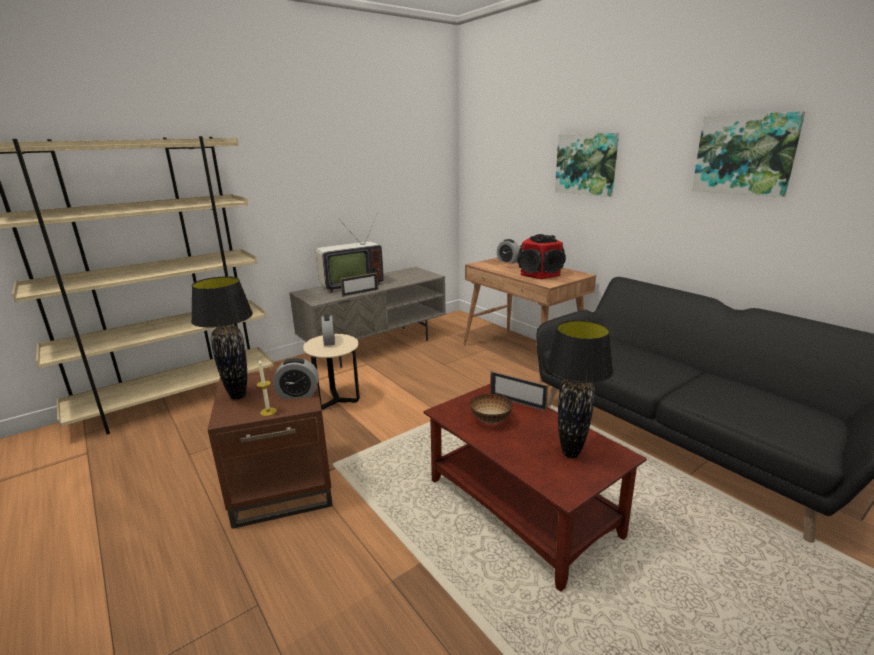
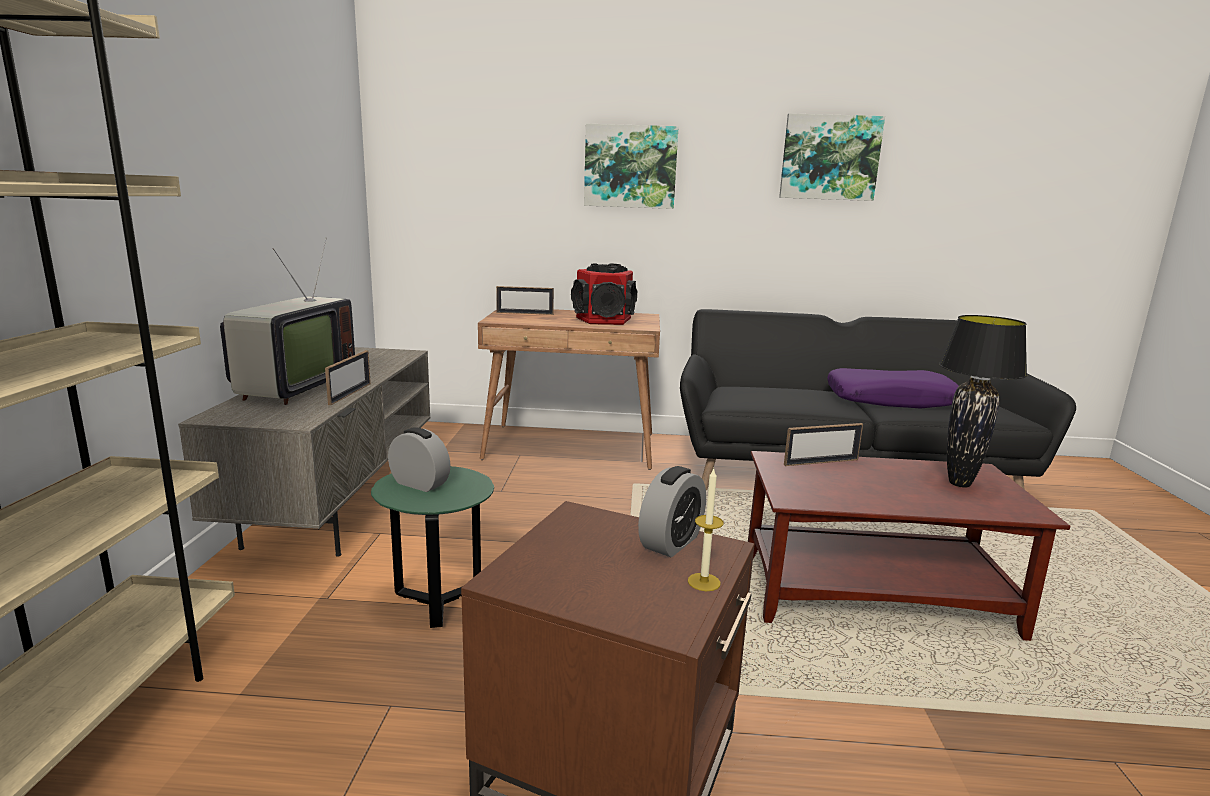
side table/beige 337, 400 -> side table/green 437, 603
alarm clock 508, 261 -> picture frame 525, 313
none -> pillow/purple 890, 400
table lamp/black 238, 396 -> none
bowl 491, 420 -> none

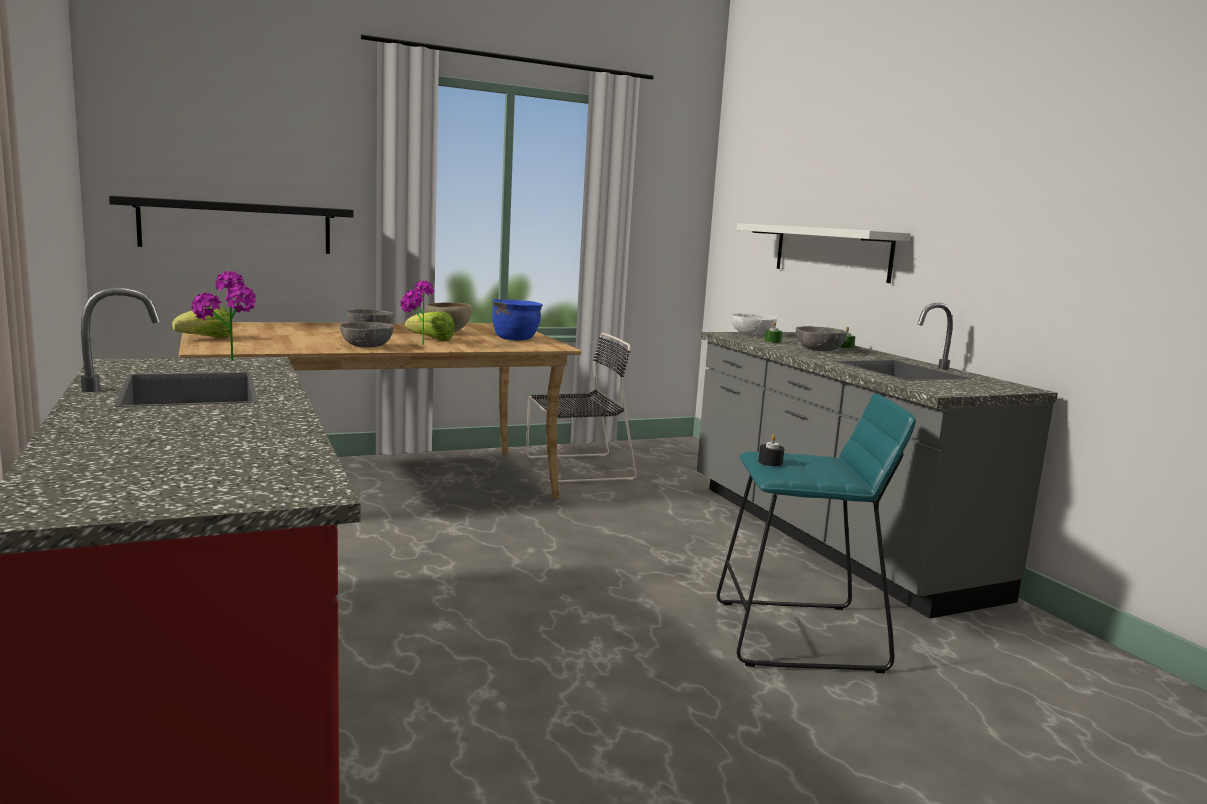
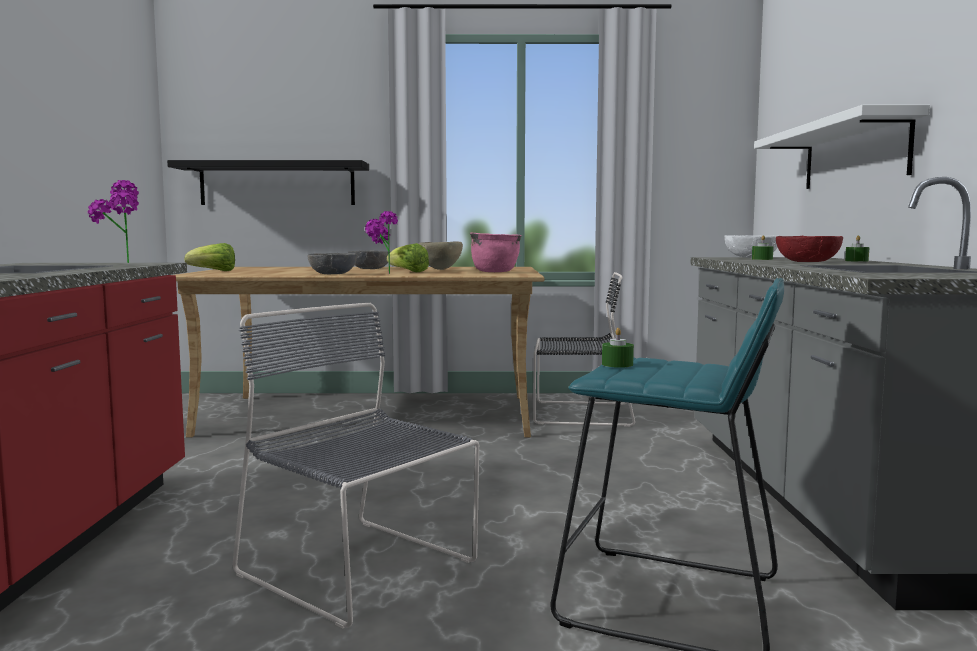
none -> chair/grey 362, 570
cooking pot/blue 515, 339 -> cooking pot/pink 495, 272
candle/black 770, 462 -> candle/green 617, 364
bowl/grey 819, 350 -> bowl/red 807, 262

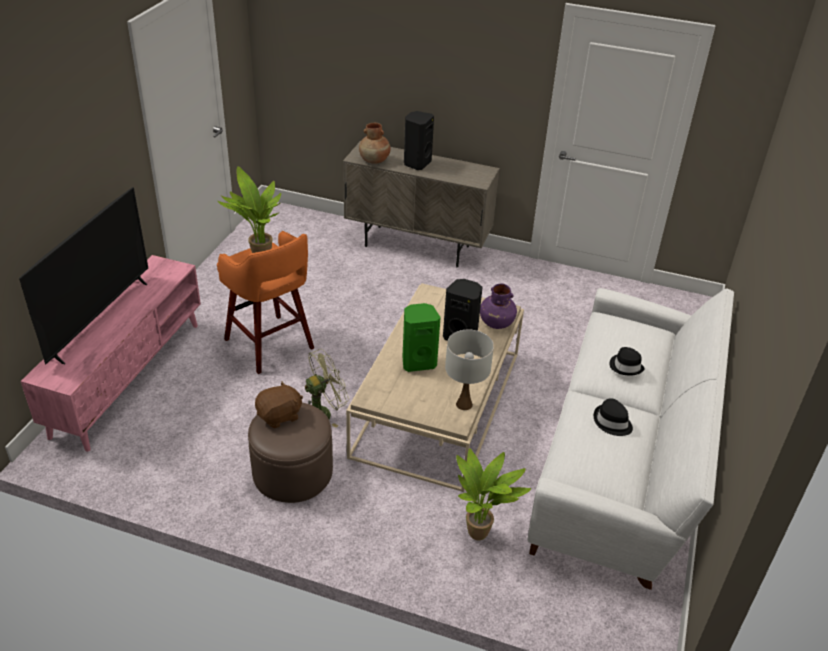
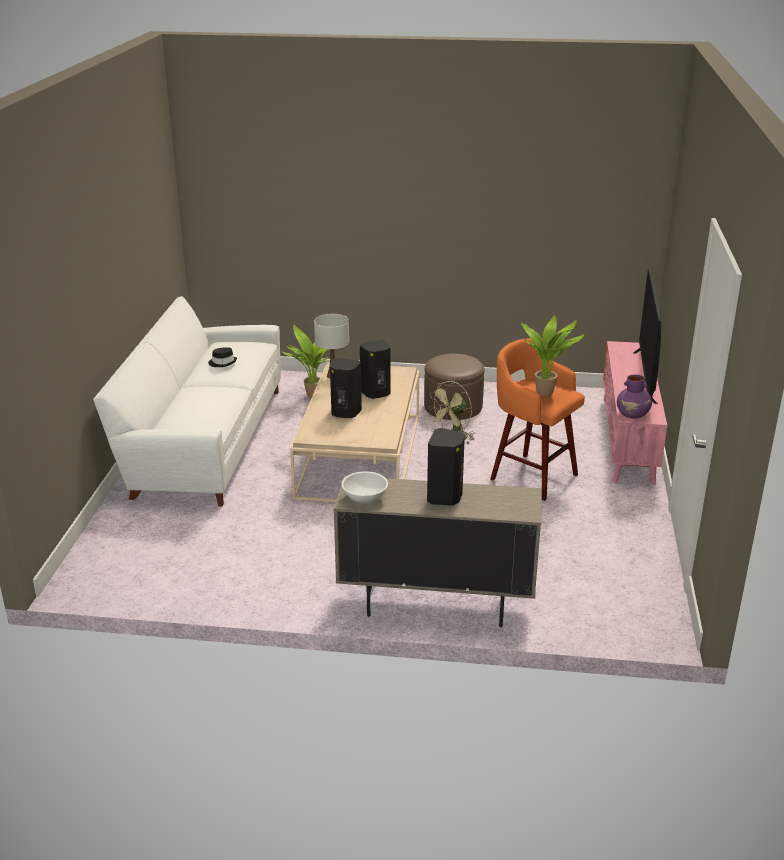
none -> bowl/white 365, 498
speaker/green 418, 362 -> speaker/black 376, 393
vase/purple 496, 322 -> vase/purple 632, 415, relocated
plush toy/brown 279, 416 -> none
vase/brown 374, 160 -> none
hat/black 626, 366 -> none

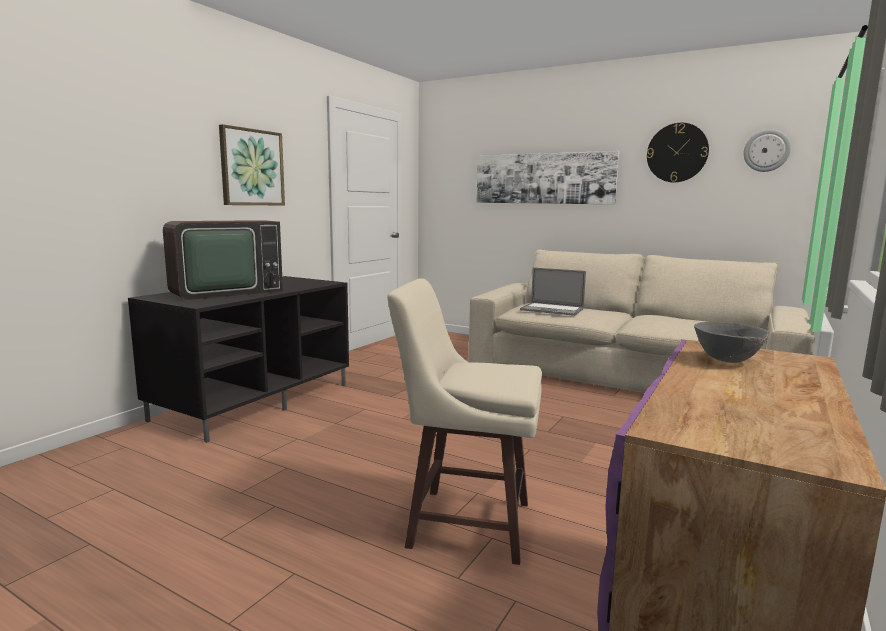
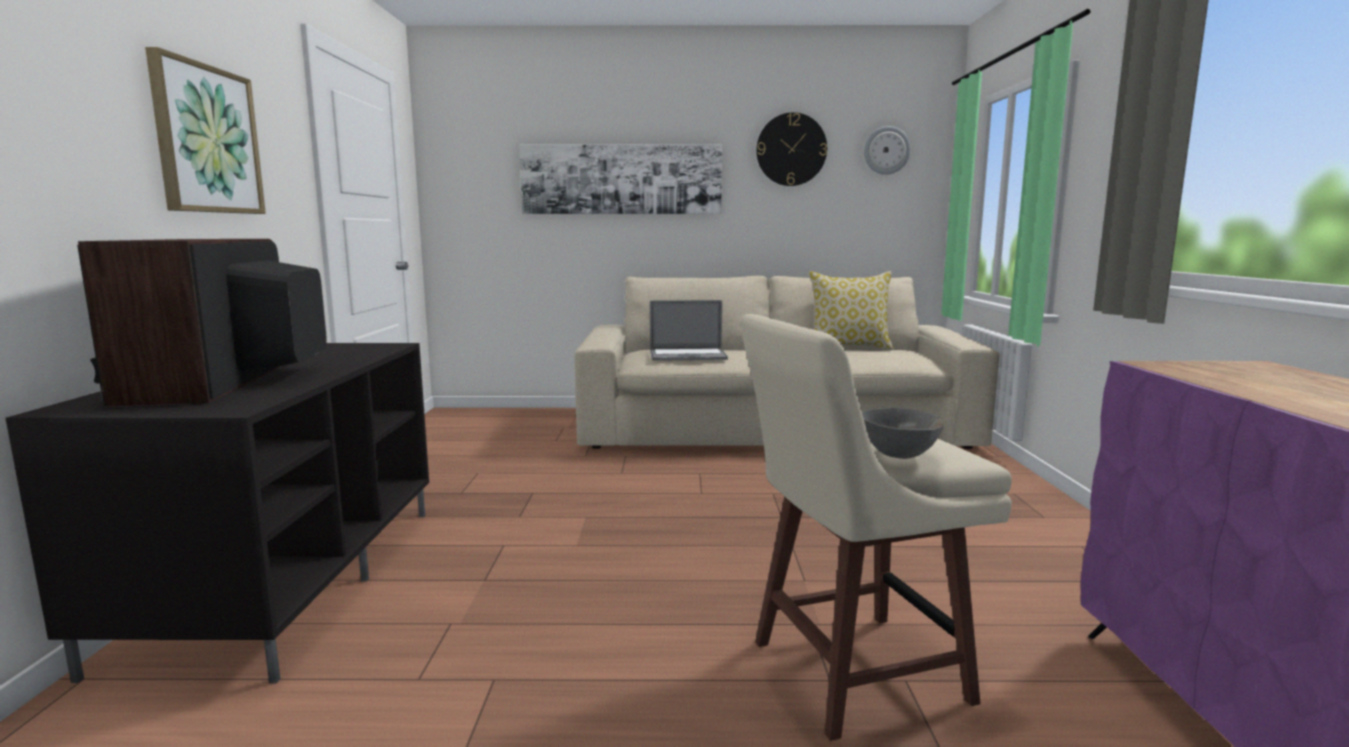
television 223, 292 -> television 225, 381, 150 degrees clockwise
none -> pillow 849, 347
bowl/grey 727, 361 -> bowl/grey 900, 456, relocated

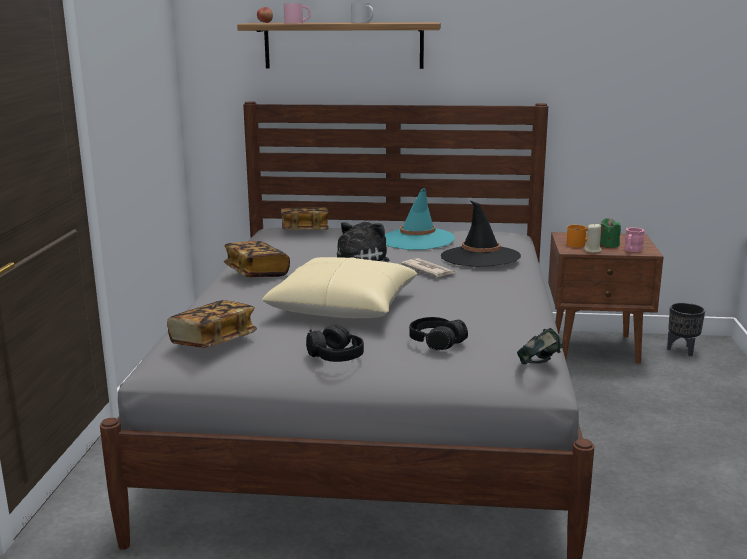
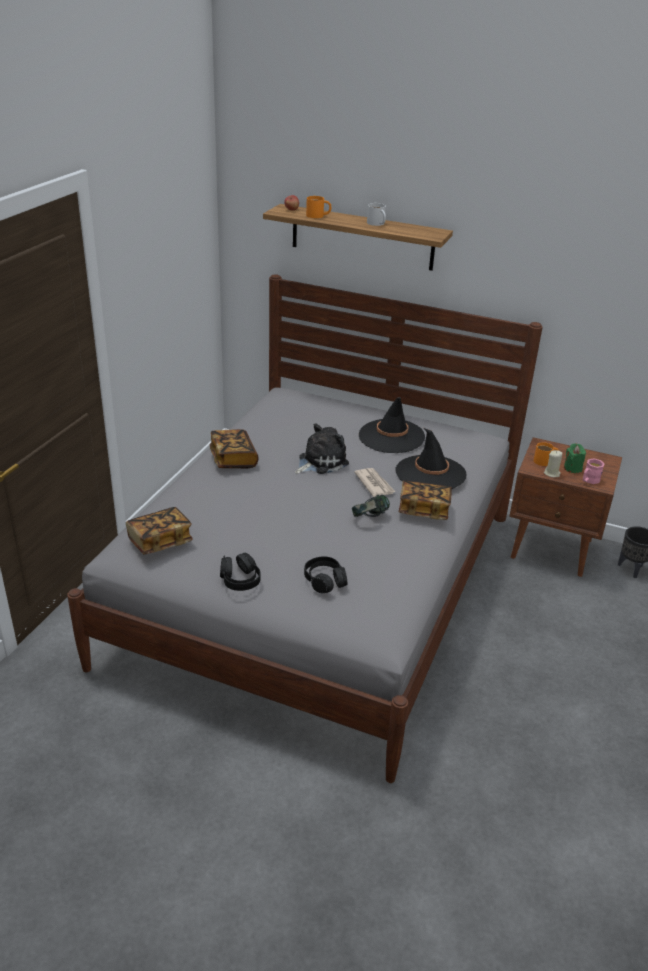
mug/pink 297, 23 -> mug/orange 318, 216
headphones 539, 365 -> headphones 370, 518, relocated
hat/turquoise 417, 240 -> hat/black 391, 436
book 305, 231 -> book 423, 510, relocated
pillow/beige 343, 307 -> none

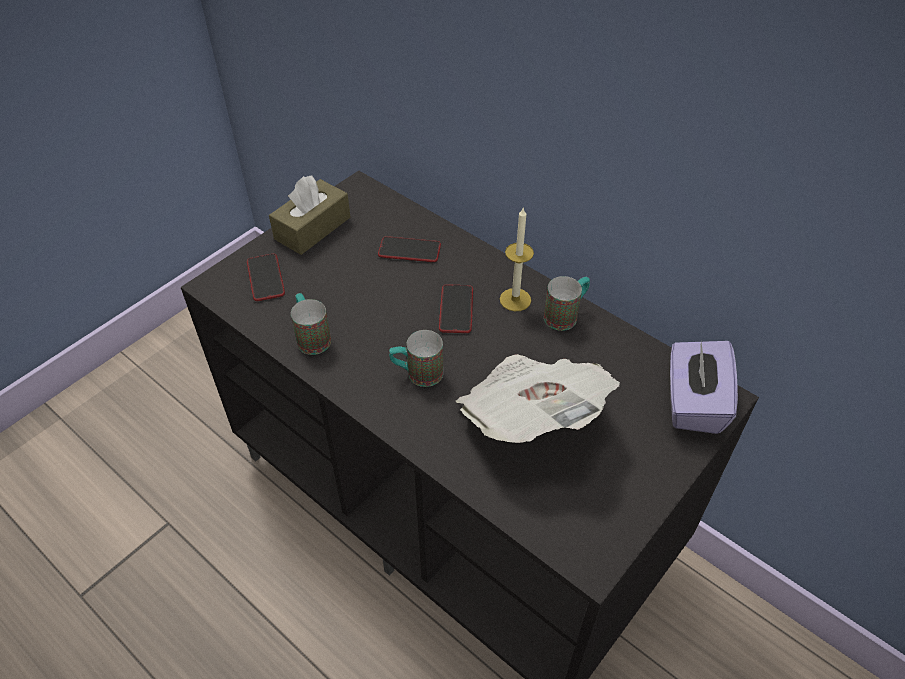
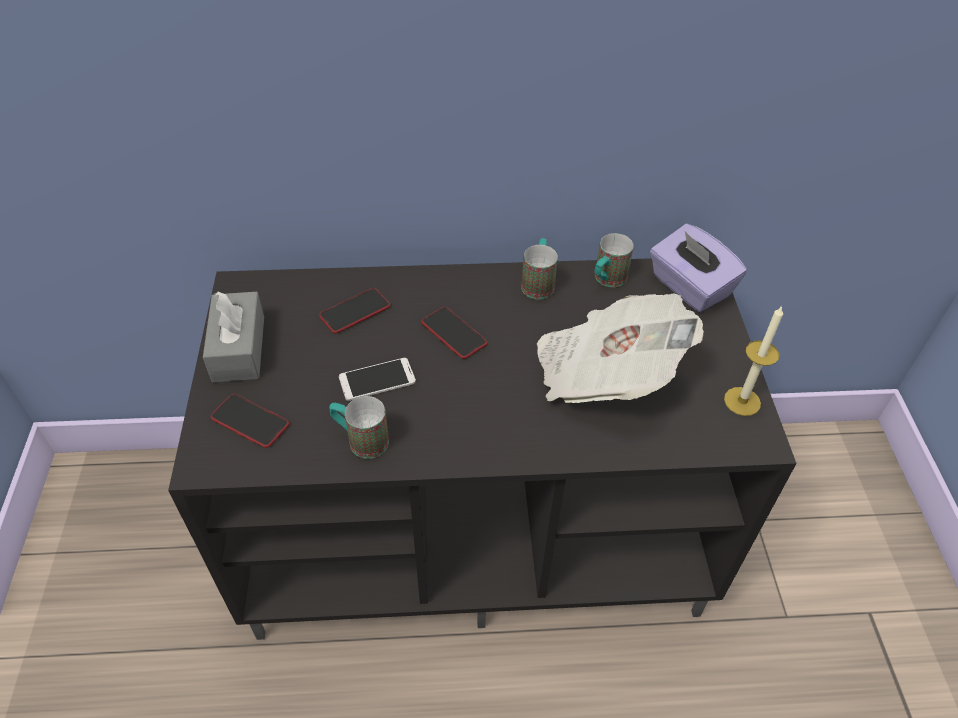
tissue box/brown 312, 228 -> tissue box/grey 239, 348
none -> phone 377, 379
mug 417, 374 -> mug 606, 280, relocated
candle 515, 299 -> candle 742, 401, relocated

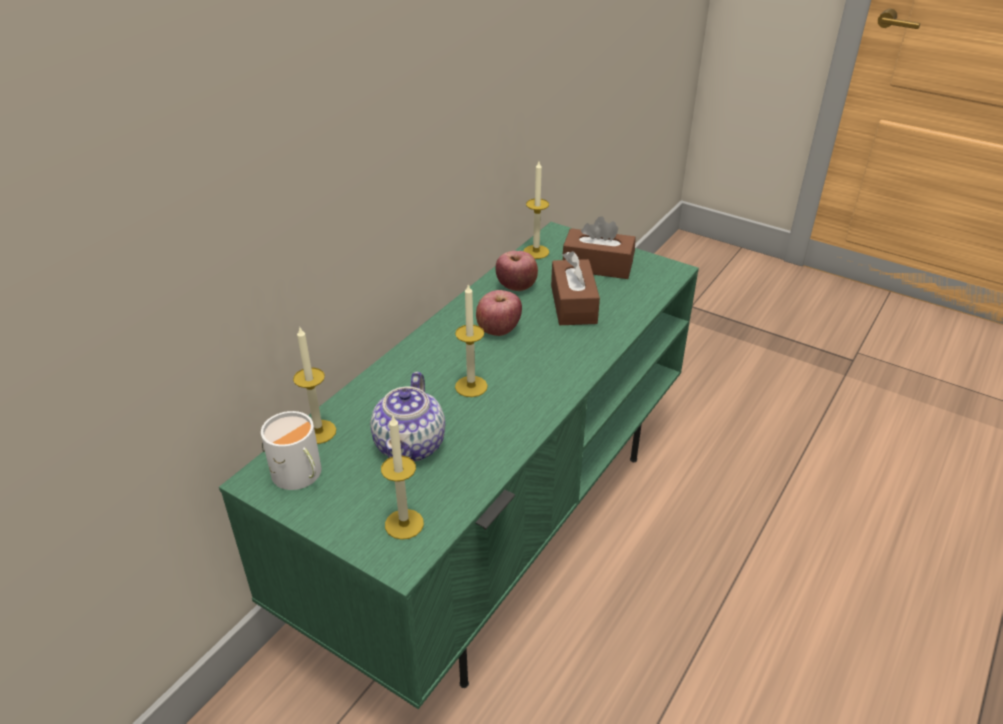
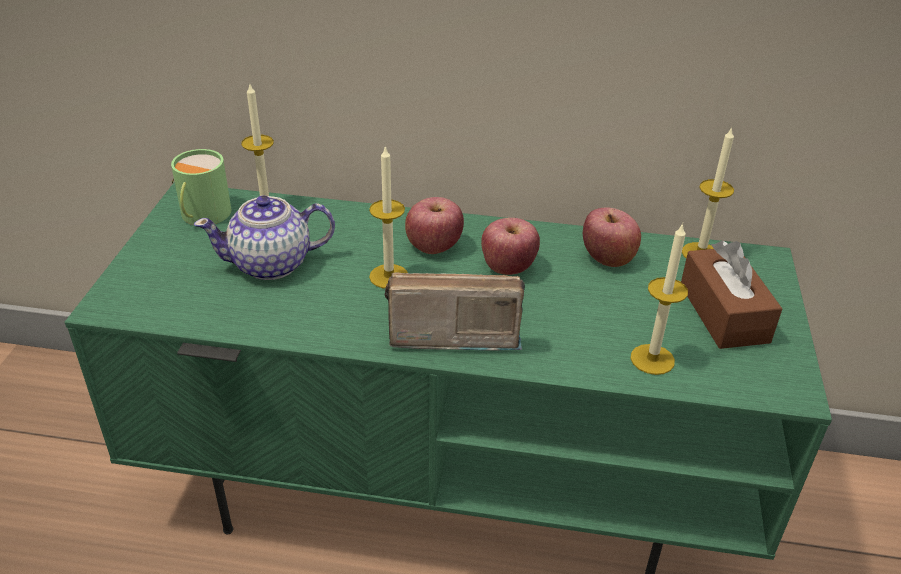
mug/white 299, 475 -> mug/green 202, 215
none -> radio 450, 332
none -> apple 434, 246
candle 404, 524 -> candle 652, 359, relocated
tissue box/brown 573, 304 -> none

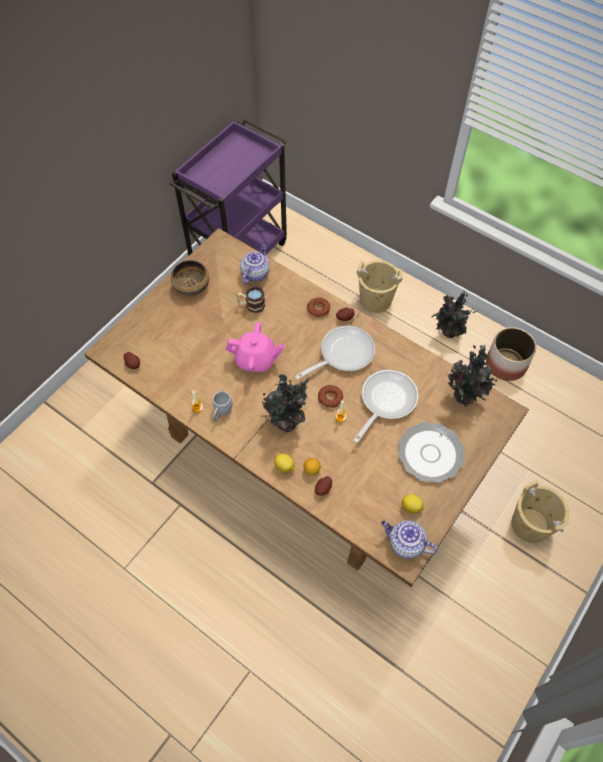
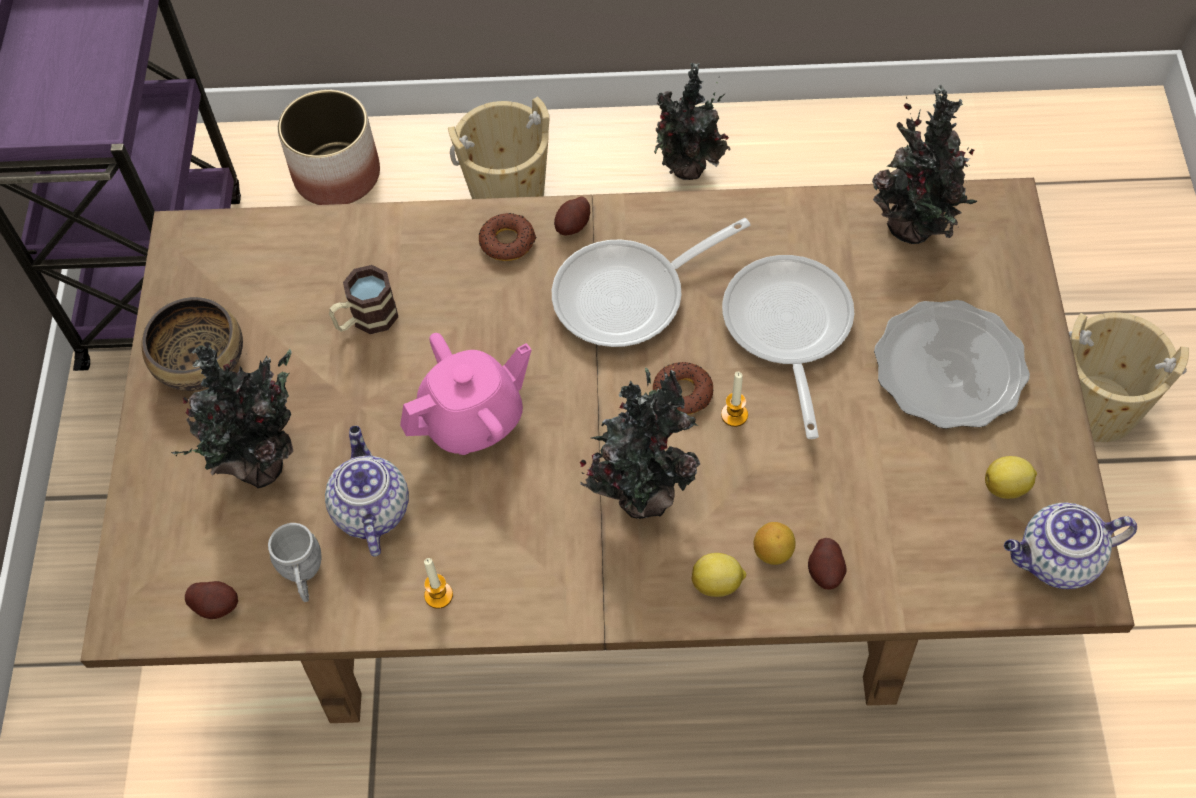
none -> potted plant 261, 461
mug/grey 221, 412 -> mug/grey 303, 575, relocated
planter 505, 364 -> planter 336, 175, relocated
teapot 255, 273 -> teapot 370, 509, relocated
frying pan 342, 354 -> frying pan 630, 296, 135 degrees counterclockwise

